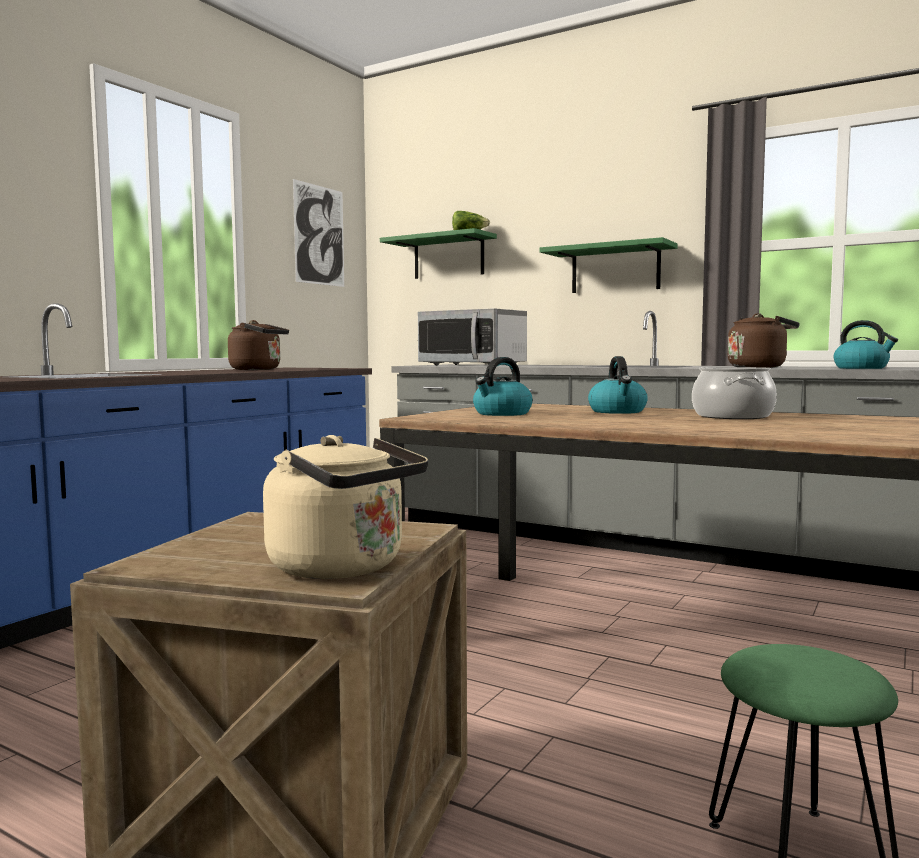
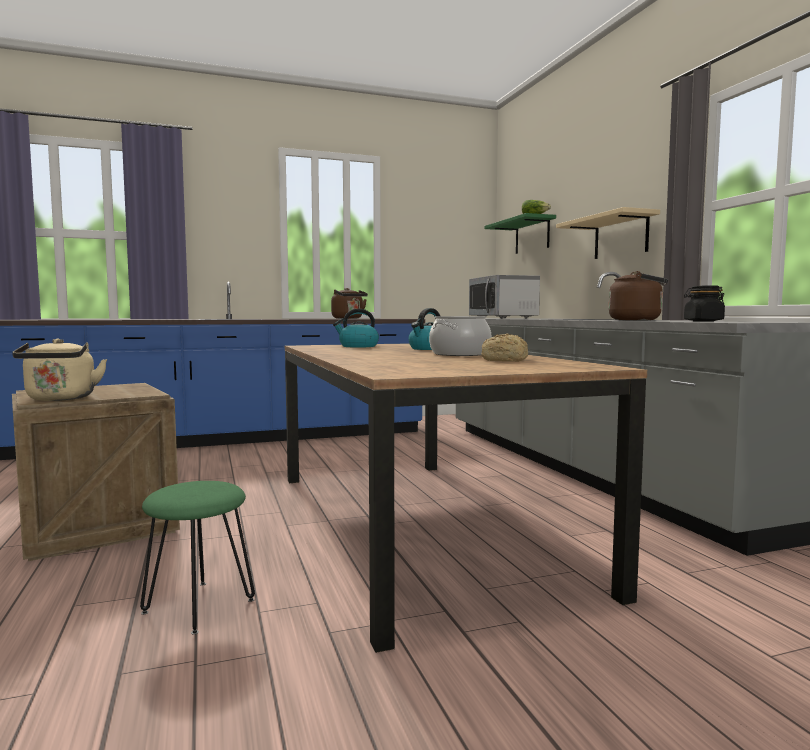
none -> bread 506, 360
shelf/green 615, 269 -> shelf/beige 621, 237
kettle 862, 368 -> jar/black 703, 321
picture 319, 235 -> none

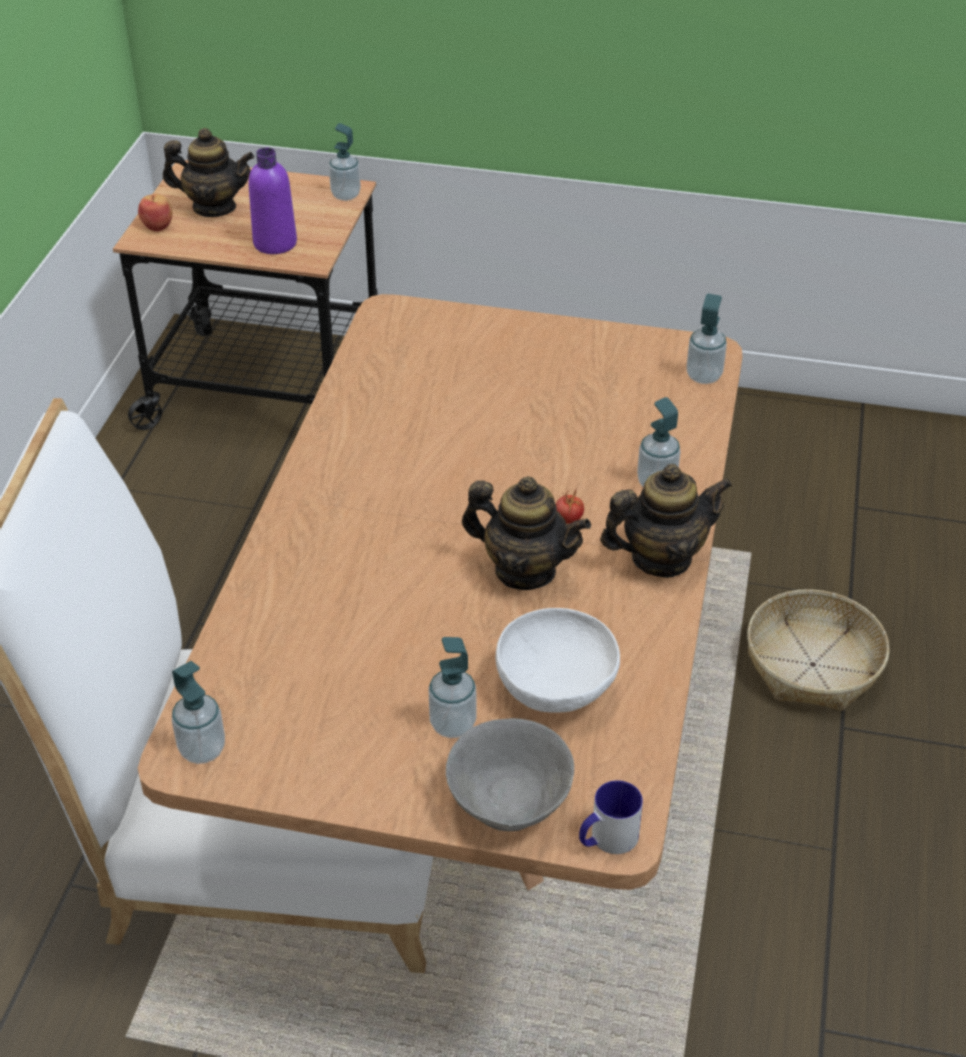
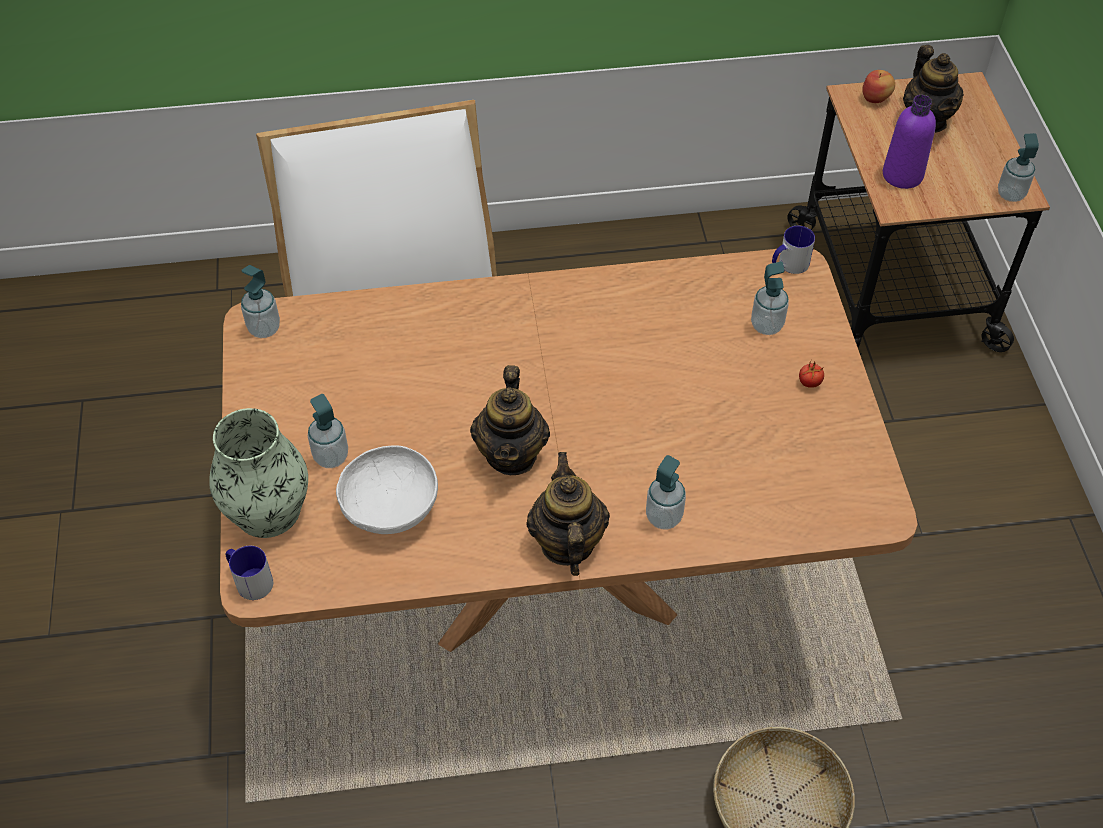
bowl/grey 507, 801 -> vase 268, 510
teapot 661, 558 -> teapot 567, 543, 150 degrees counterclockwise
soap dispenser 703, 376 -> soap dispenser 766, 325, relocated
none -> mug 788, 265
tomato 568, 519 -> tomato 809, 383, relocated

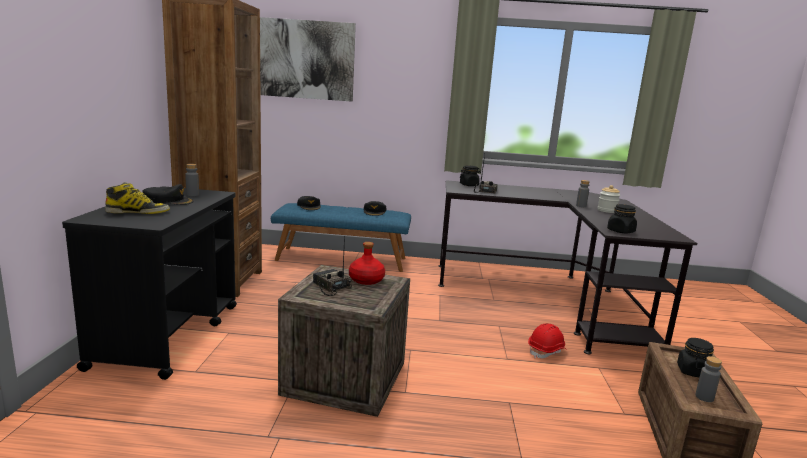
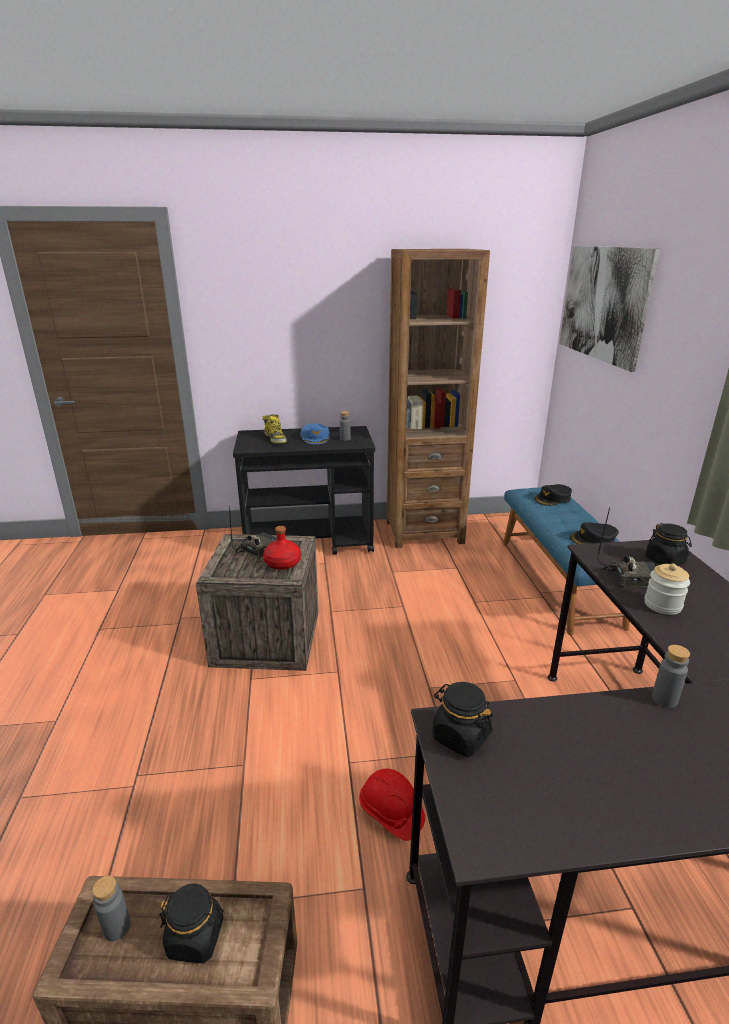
cap/black 168, 201 -> cap/blue 315, 438
jar 607, 210 -> jar 662, 605, relocated

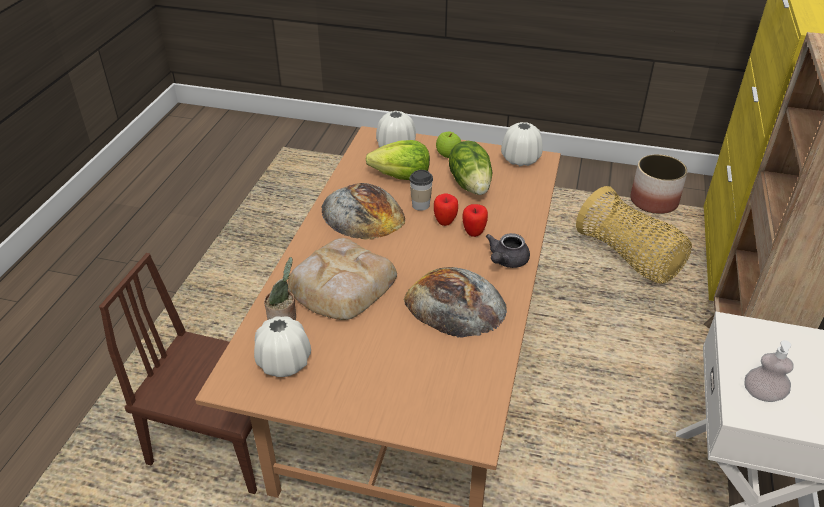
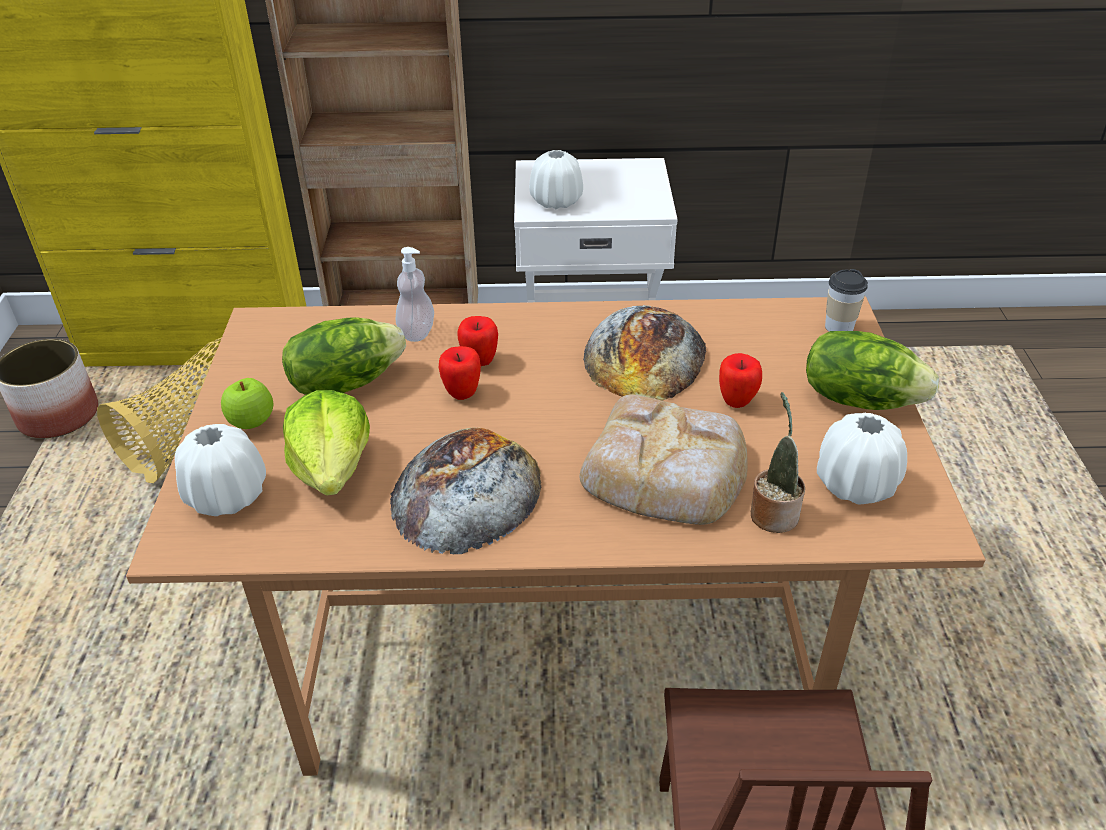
soap dispenser 762, 394 -> soap dispenser 417, 332, relocated
vase/white 520, 159 -> vase/white 556, 201, relocated
none -> apple 736, 401
none -> lettuce 859, 398
cup 421, 205 -> cup 839, 327, relocated
teapot/grey 506, 261 -> none

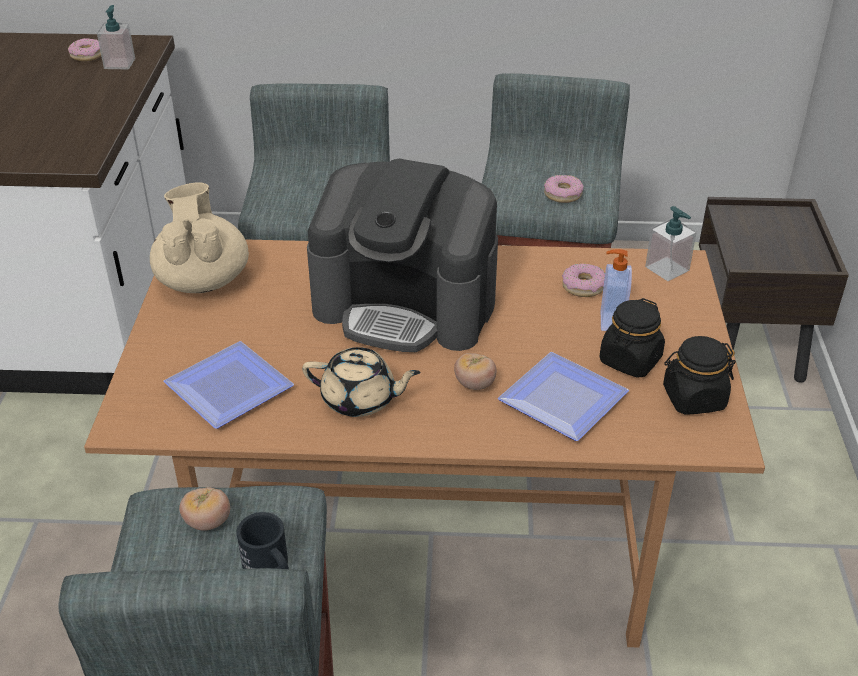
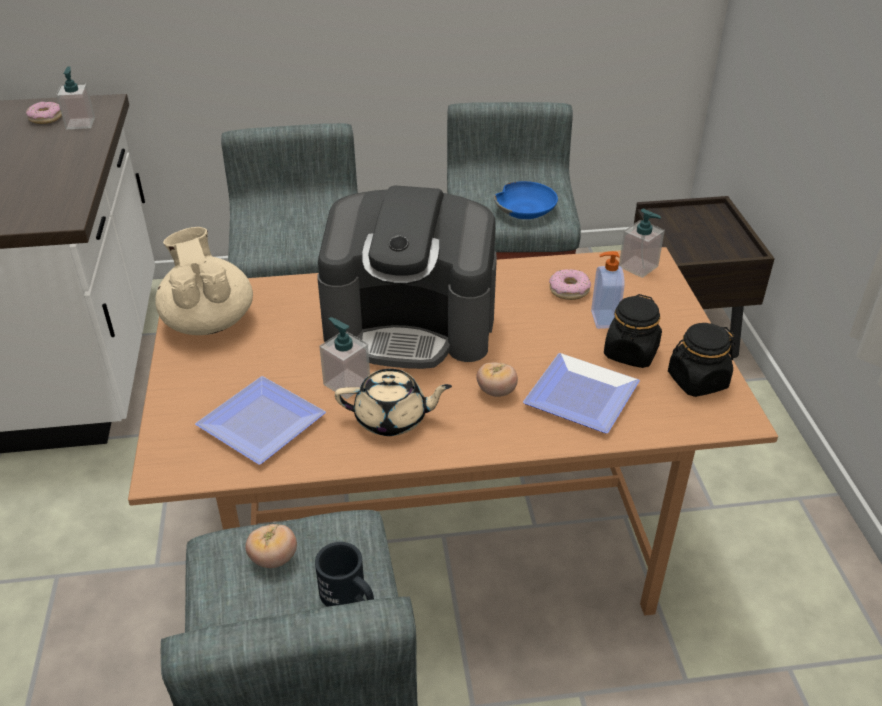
none -> soap dispenser 346, 383
donut 562, 194 -> bowl/blue 526, 209

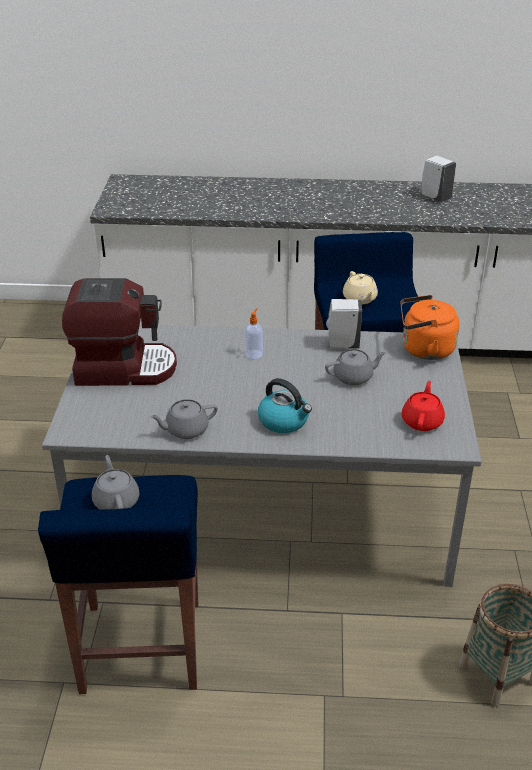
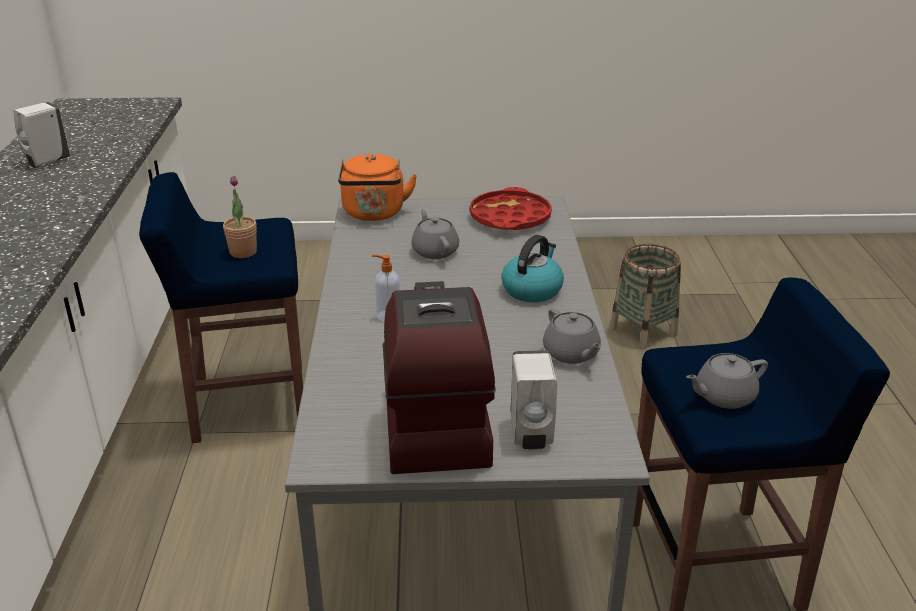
teapot/beige 360, 299 -> potted plant 243, 252
teapot/red 422, 421 -> tray/red 510, 218
soap dispenser/white 341, 345 -> soap dispenser/white 531, 434, relocated

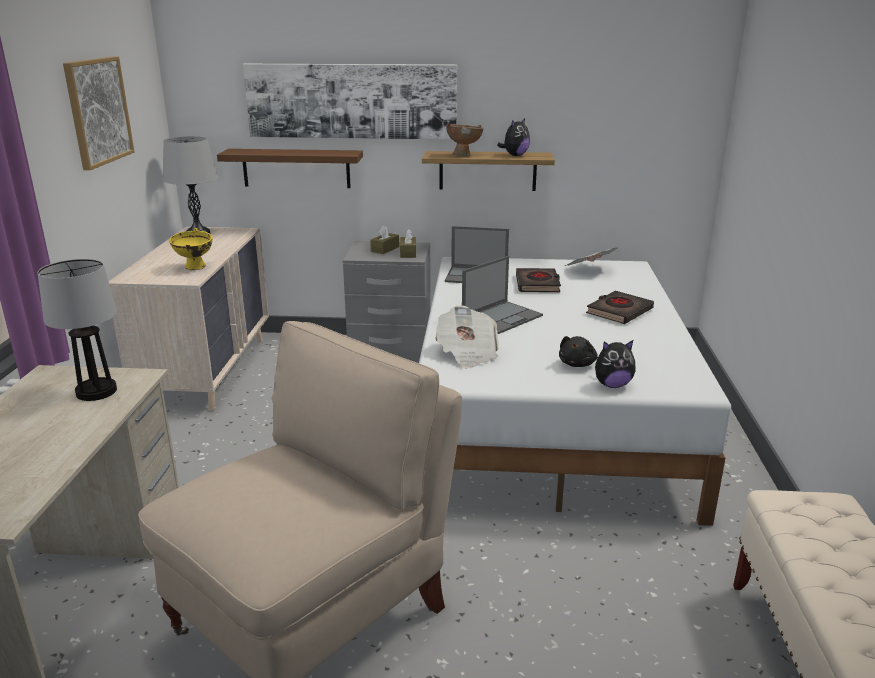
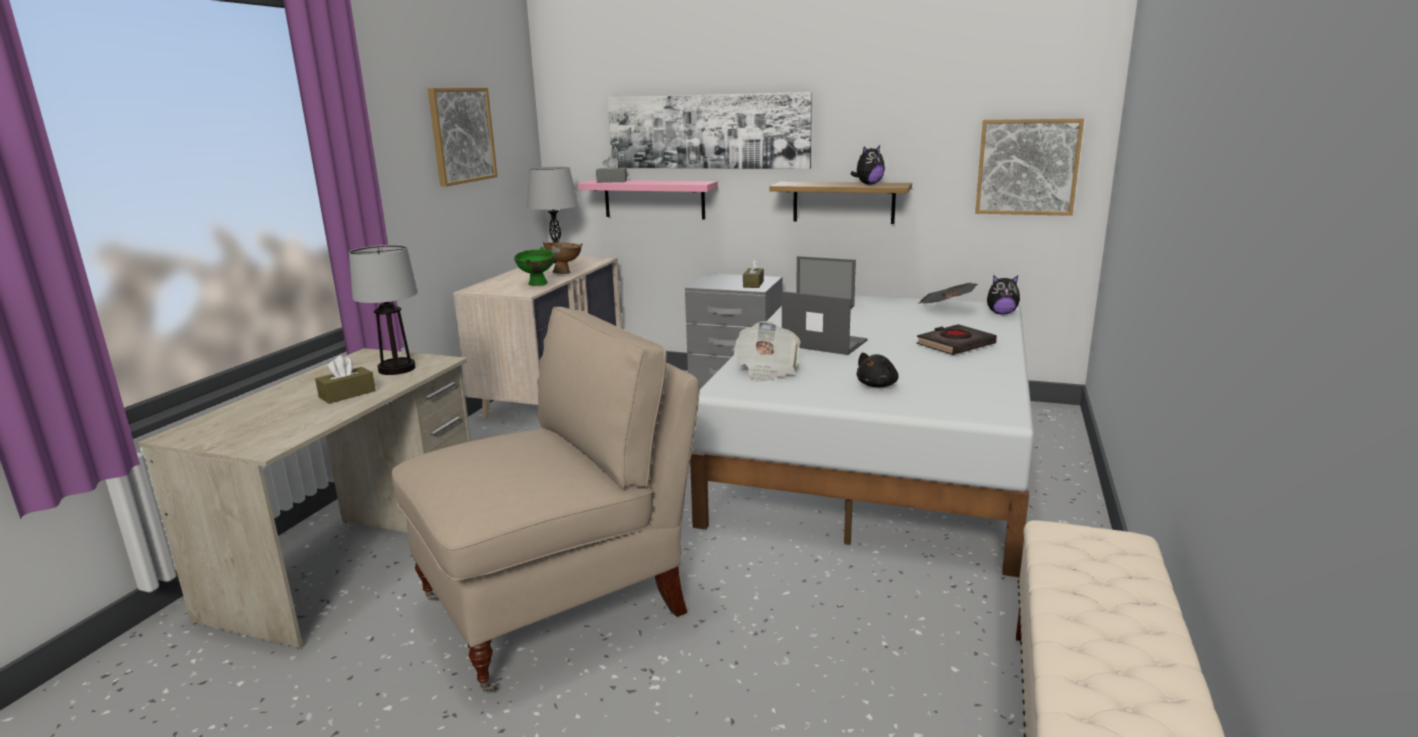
tissue box/brown 385, 249 -> tissue box/brown 347, 394, relocated
bowl/yellow 195, 268 -> bowl/green 536, 285
bowl/brown 465, 155 -> bowl/brown 565, 272, relocated
shelf/brown 296, 168 -> shelf/pink 654, 199
none -> tissue box/grey 612, 181
laptop 502, 317 -> laptop 823, 343, 120 degrees counterclockwise
none -> picture 1027, 167
plush toy 612, 385 -> plush toy 1001, 313, relocated
book/black 537, 284 -> none

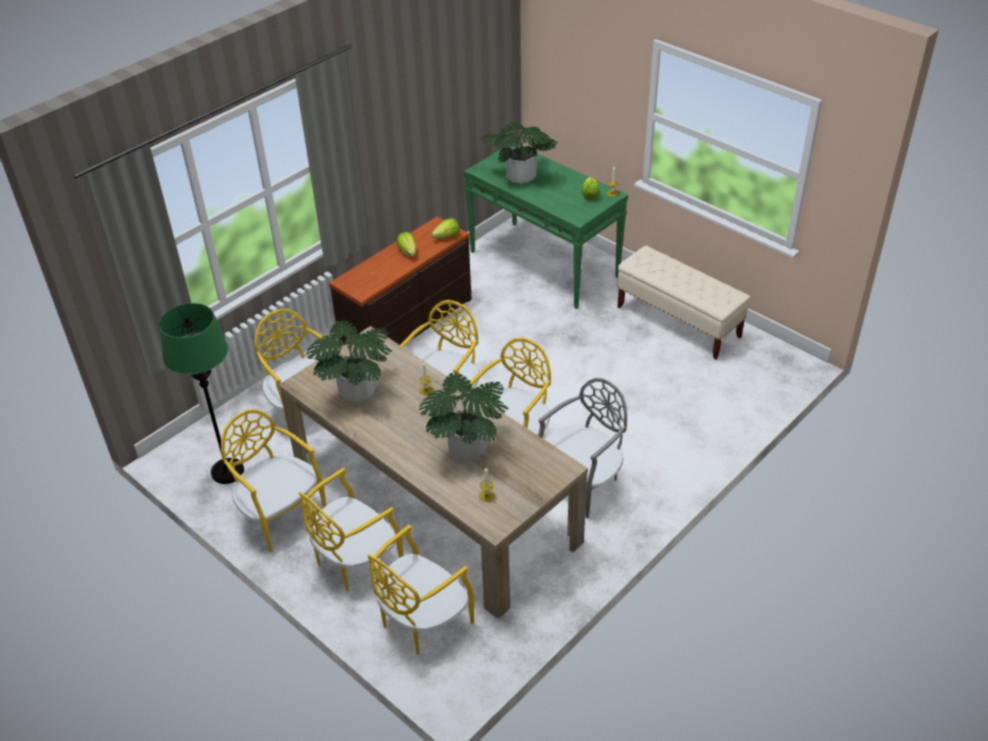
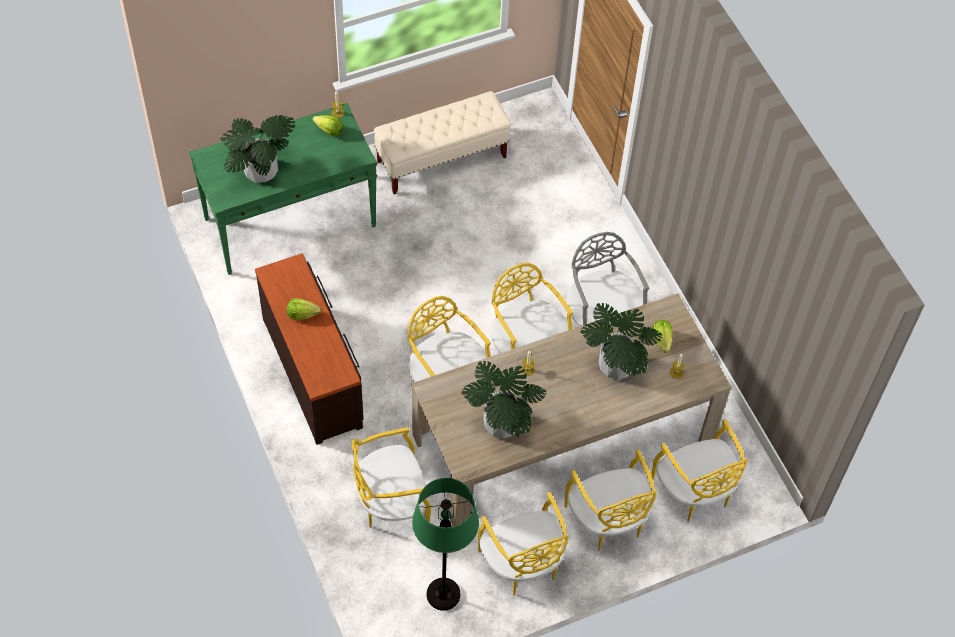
chair/yellow 280, 514 -> chair/yellow 522, 564, 90 degrees counterclockwise
lettuce 447, 237 -> lettuce 662, 340, relocated

